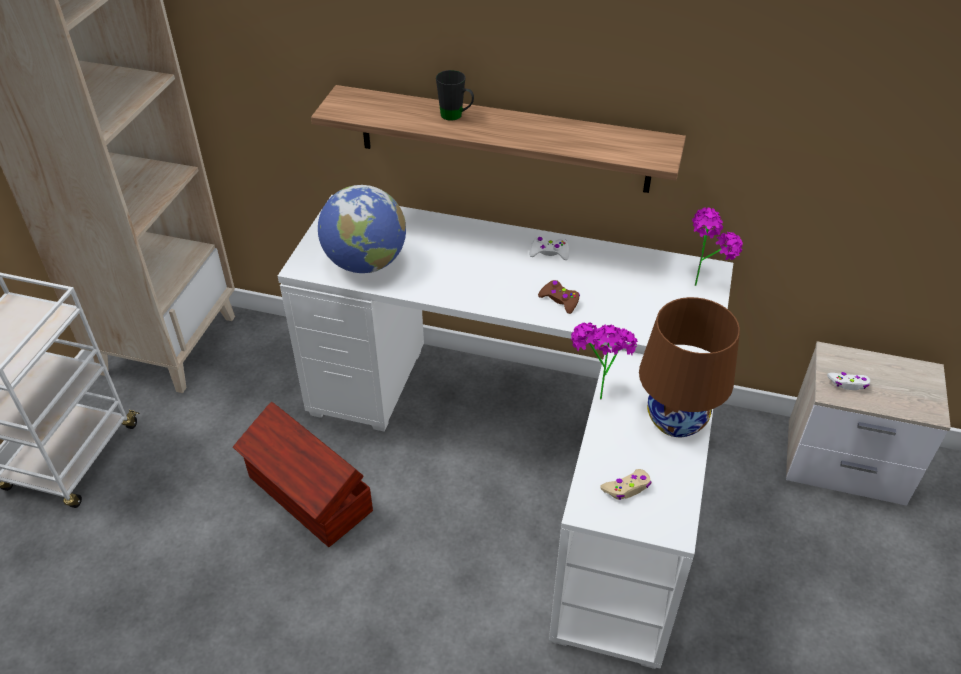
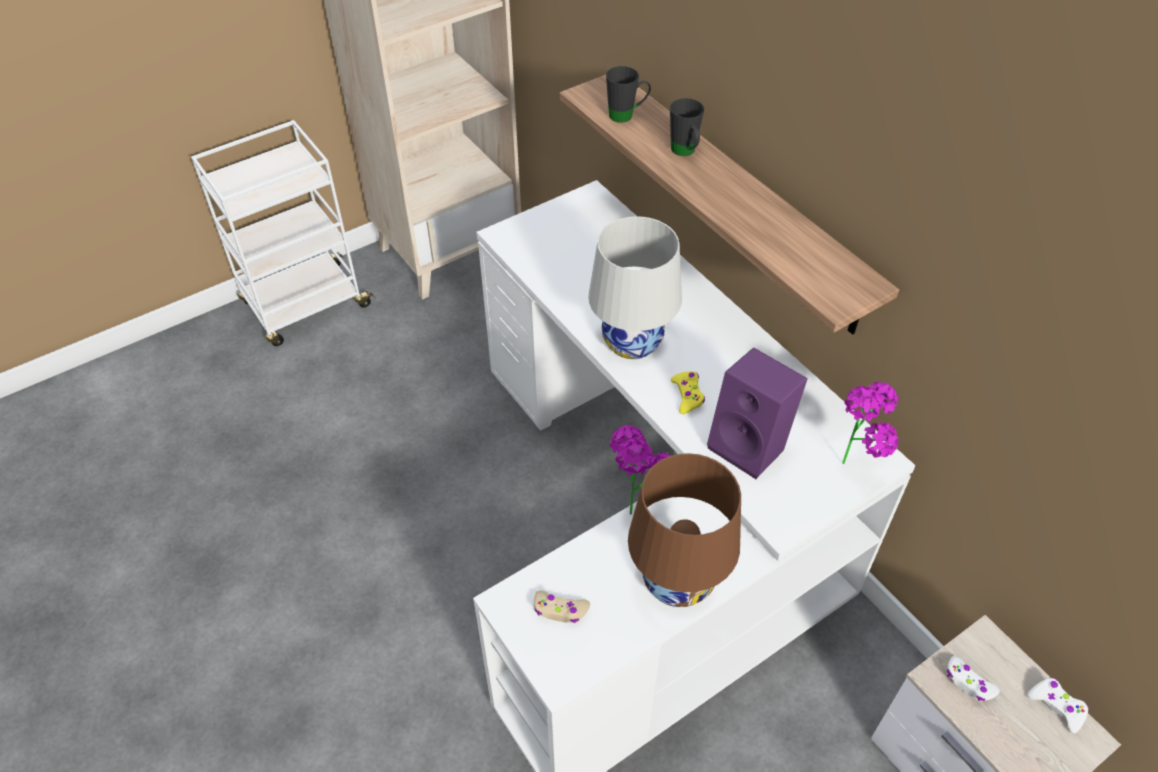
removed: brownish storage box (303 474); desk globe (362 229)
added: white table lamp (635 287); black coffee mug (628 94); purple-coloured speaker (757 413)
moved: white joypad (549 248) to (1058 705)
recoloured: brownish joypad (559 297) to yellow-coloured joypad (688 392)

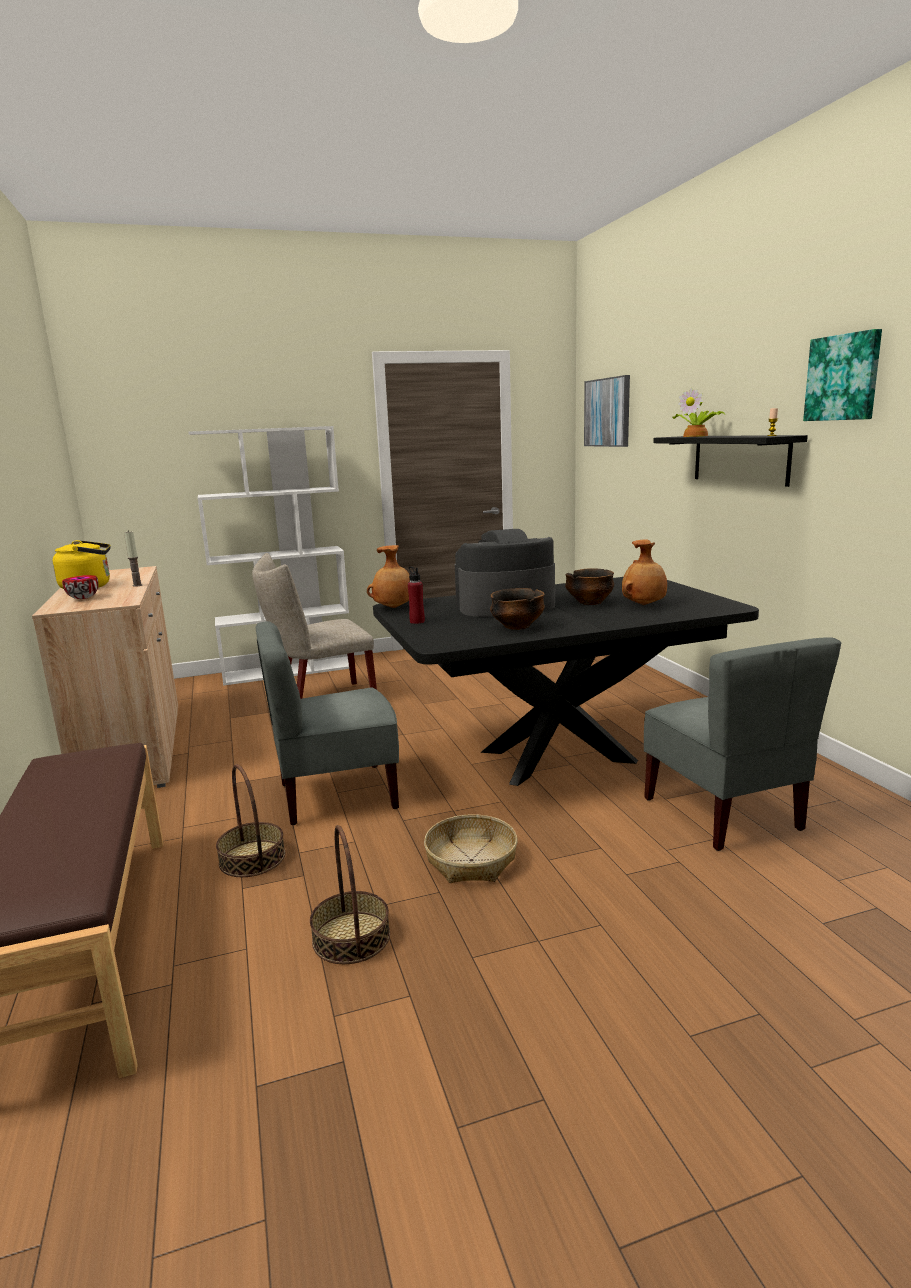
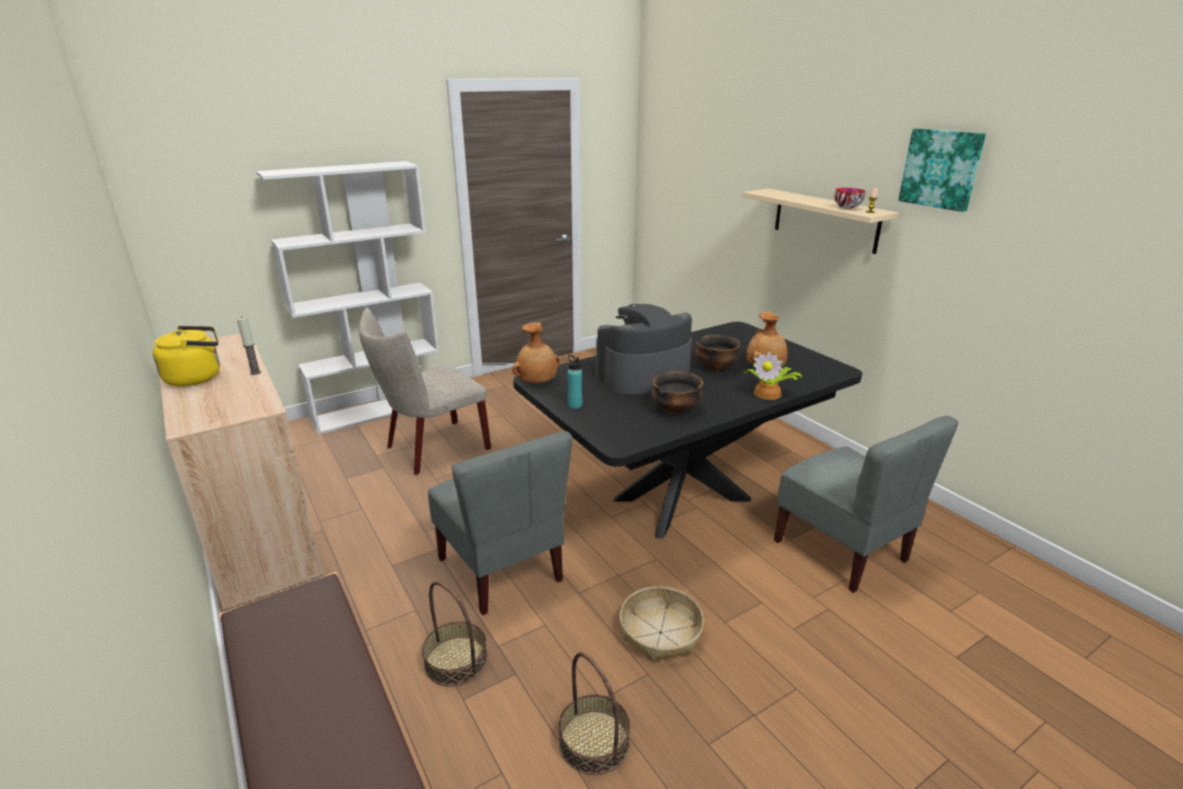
removed: wall art (607 411)
moved: potted plant (699 412) to (772 376); serving bowl (80 587) to (849 198)
recoloured: reddish drink bottle (416 595) to turquoise-coloured drink bottle (574 382); black shelf (730 461) to beige shelf (820 221)
turned: gray plain chair (327 723) = (500 523) 90 degrees counterclockwise

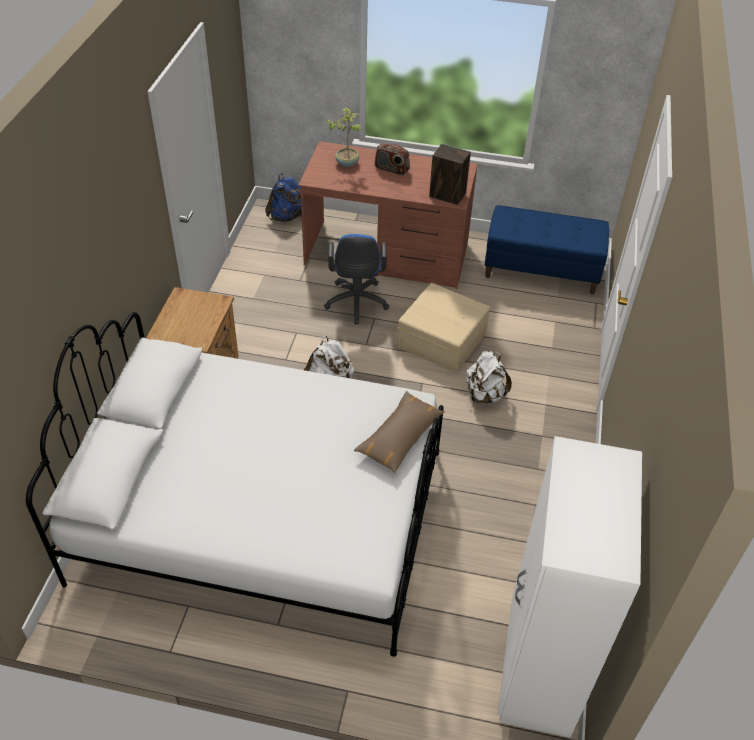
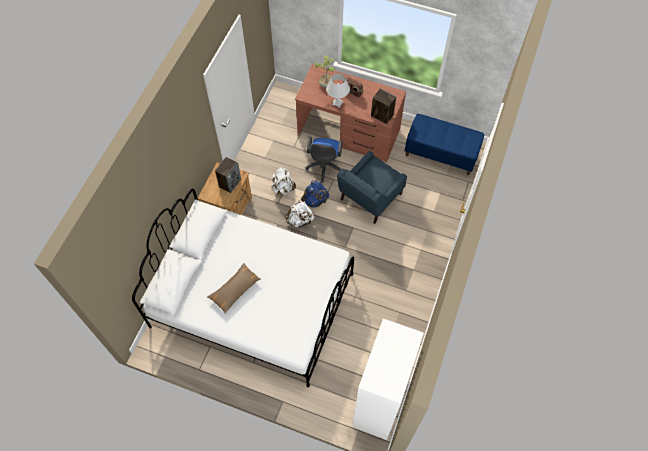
added: speaker (228 175); white table lamp (338 90)
moved: brownish pillow (399 432) to (234 288); white knapsack (489 377) to (283 181); blue knapsack (283 197) to (315 193)
replaced: beige storage box (443 328) to blue easy chair (372 187)

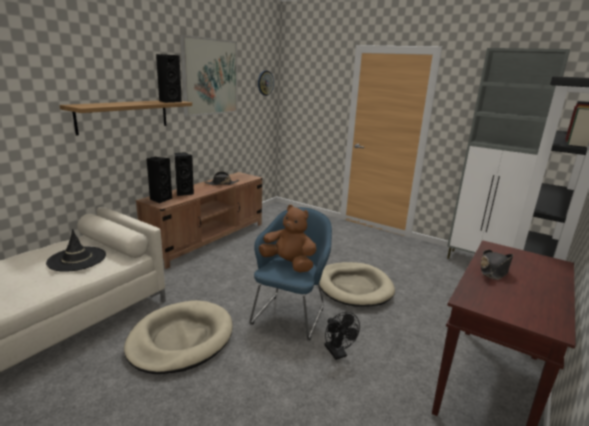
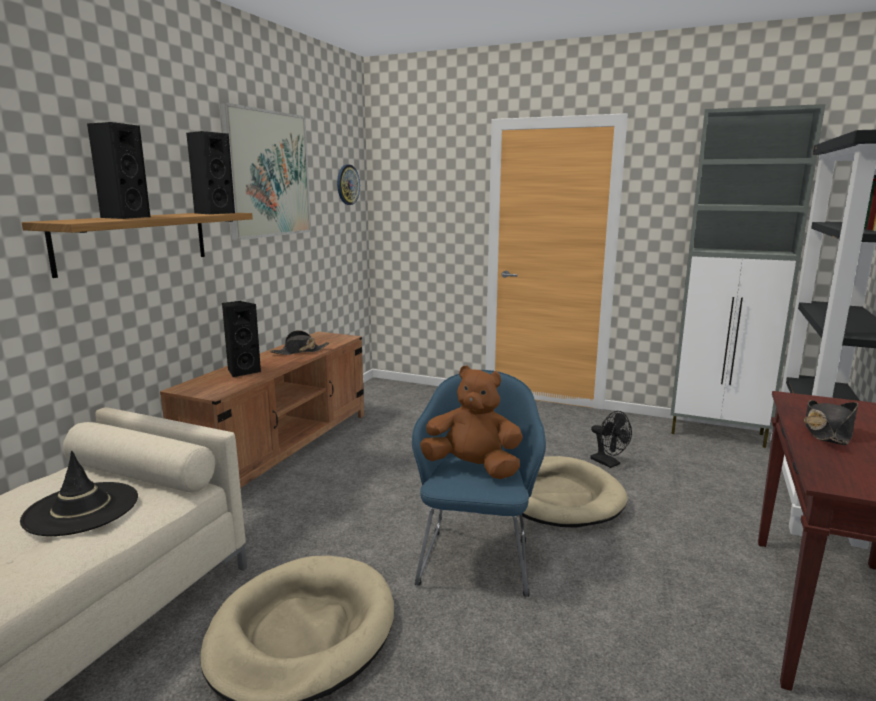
moved: black speaker (159 180) to (118 170); black fan (342 336) to (611 439)

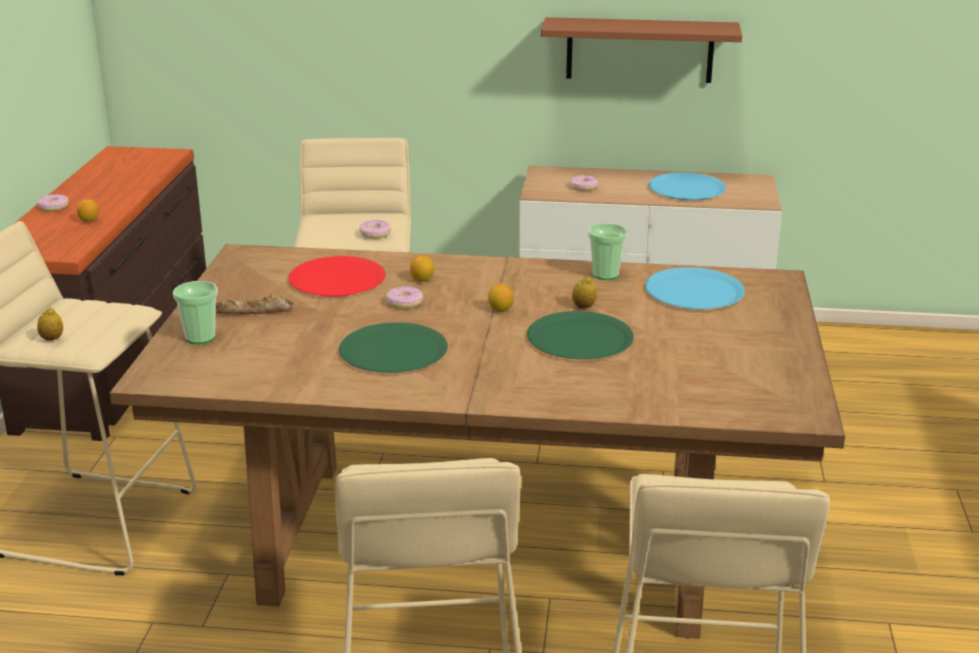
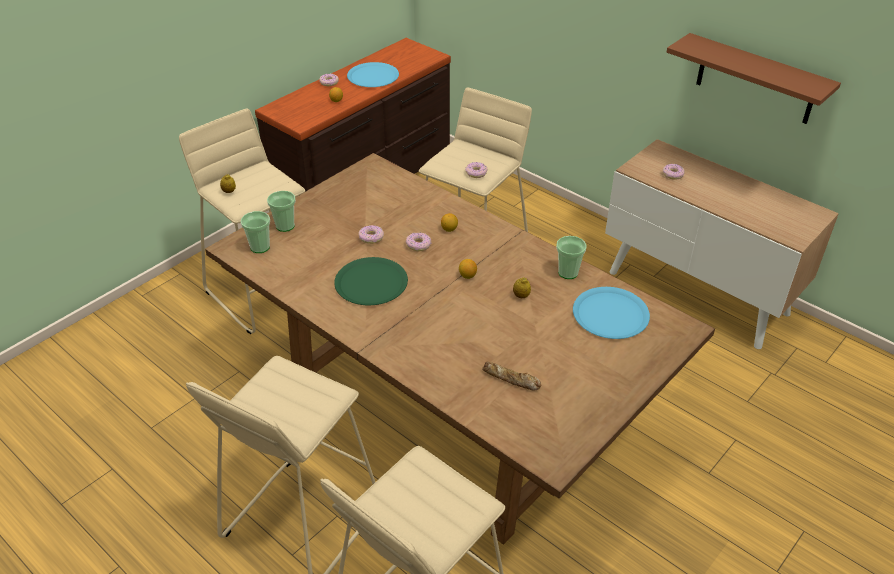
removed: reddish flat dish (337 276); greenish flat dish (580 335)
added: cup (255 232); doughnut (371 234)
moved: blue flat dish (687 186) to (373 74); bread (255 304) to (511 376)

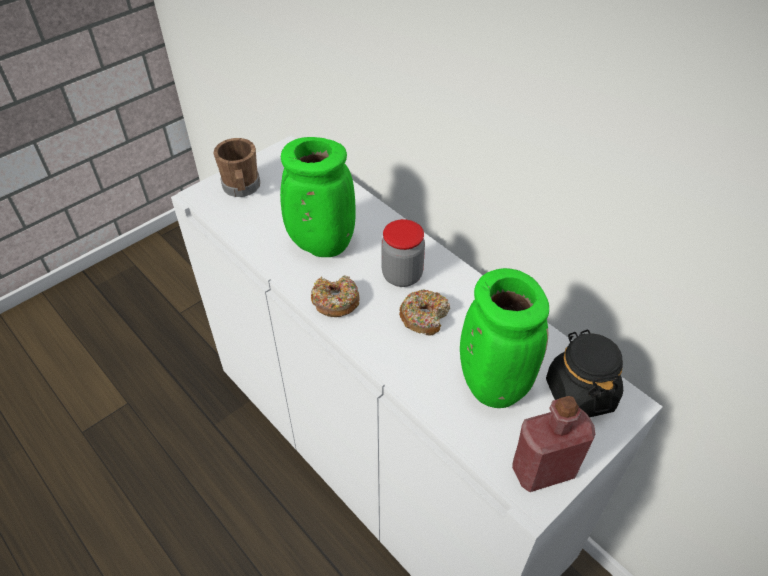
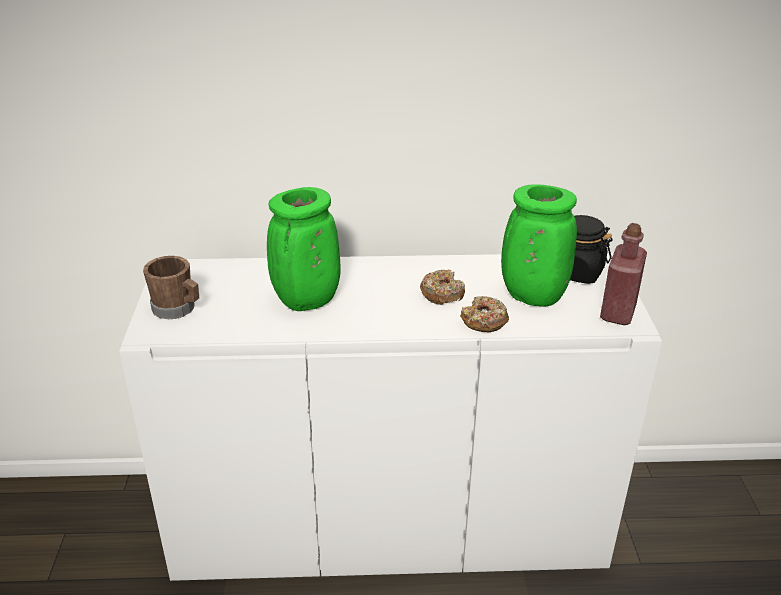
removed: storage jar (403 253)
moved: doughnut (335 296) to (484 314)

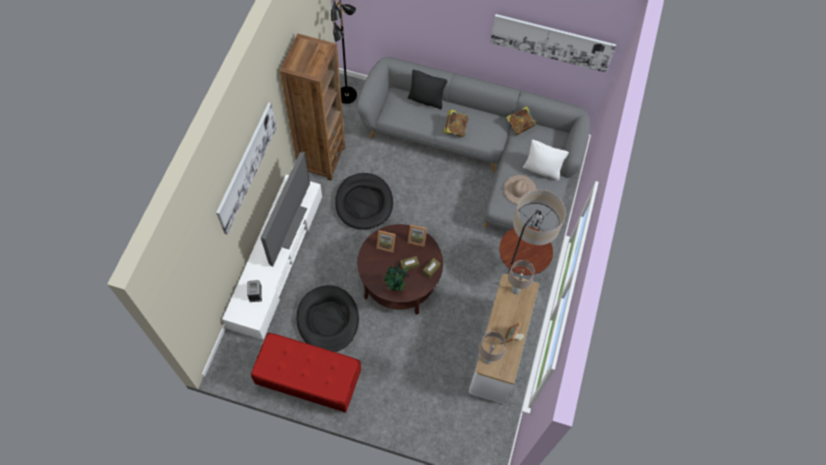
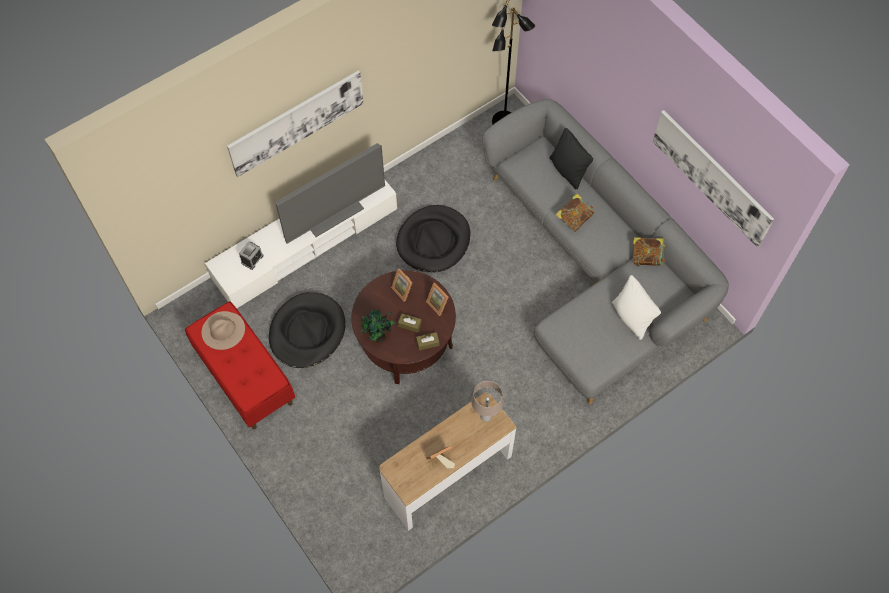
removed: brownish shelving unit (312 107); beige table lamp (492 348); standing lamp (532 232)
moved: beige clothing hat (520 189) to (223 330)

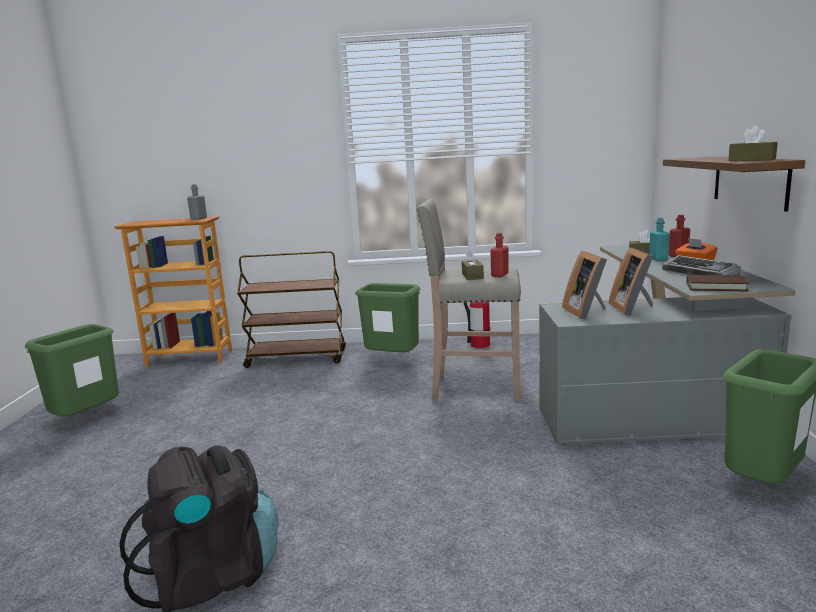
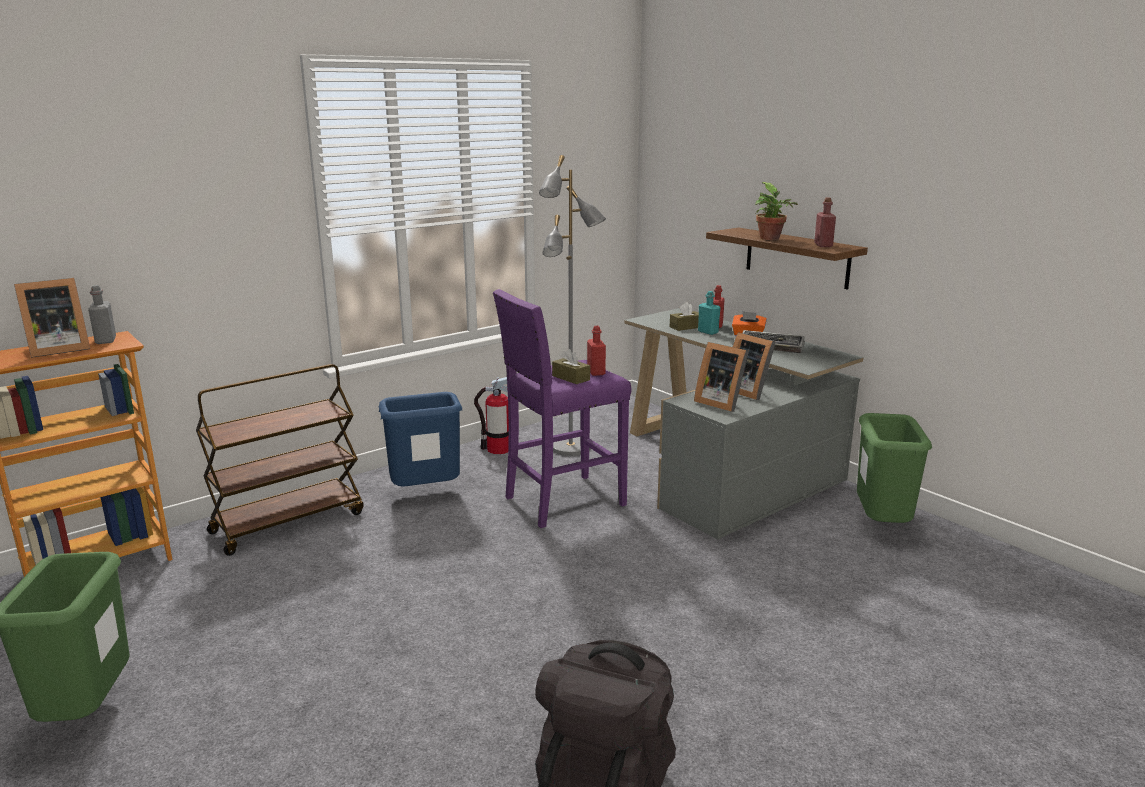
removed: brownish bound book (717 283)
added: picture frame (52 318); gray standing lamp (572 305); potted plant (776 211)
replaced: brownish tissue holder (753 143) to reddish drink bottle (825 222)
recoloured: greenish rubbish bin (388 317) to blue rubbish bin (421 439); beige stool seat (468 300) to purple-coloured stool seat (562 408)

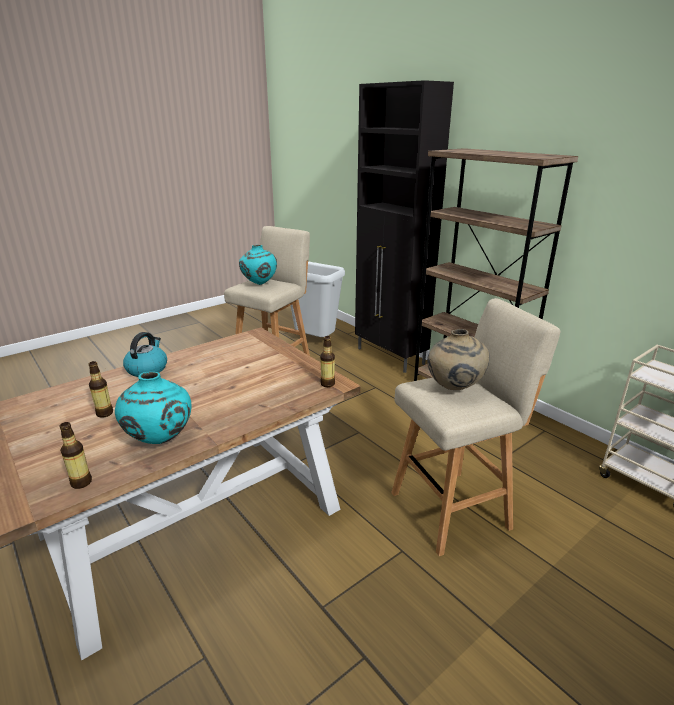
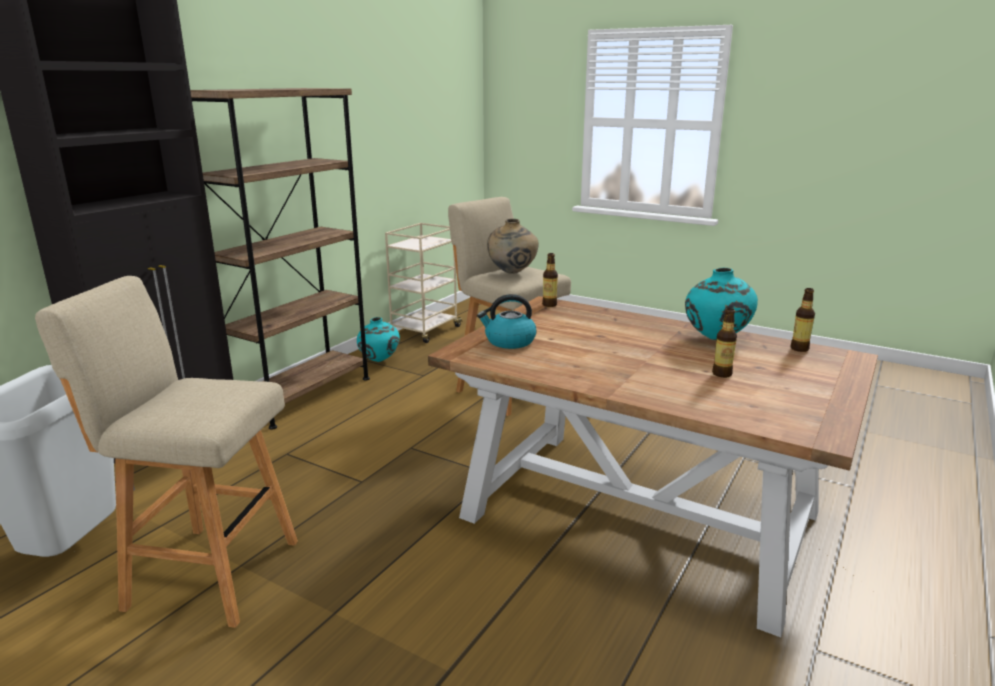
moved: turquoise-coloured vase (258 265) to (378 339); tea kettle (145 354) to (506 321)

